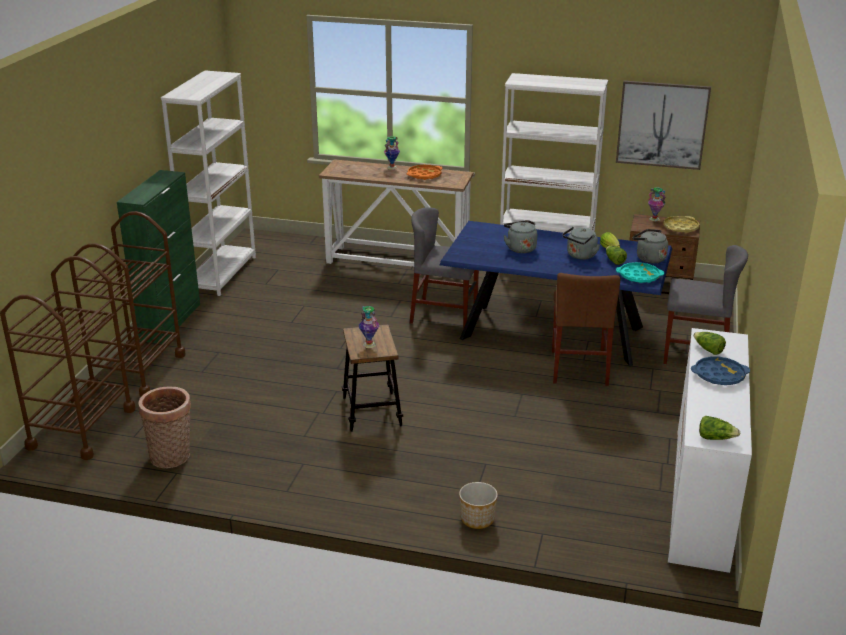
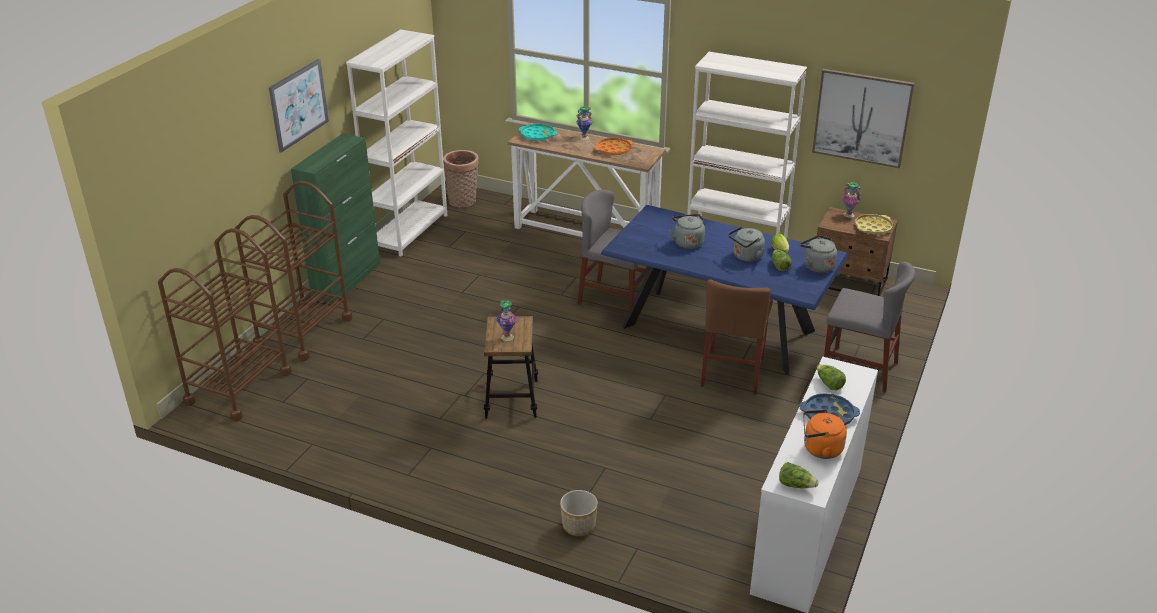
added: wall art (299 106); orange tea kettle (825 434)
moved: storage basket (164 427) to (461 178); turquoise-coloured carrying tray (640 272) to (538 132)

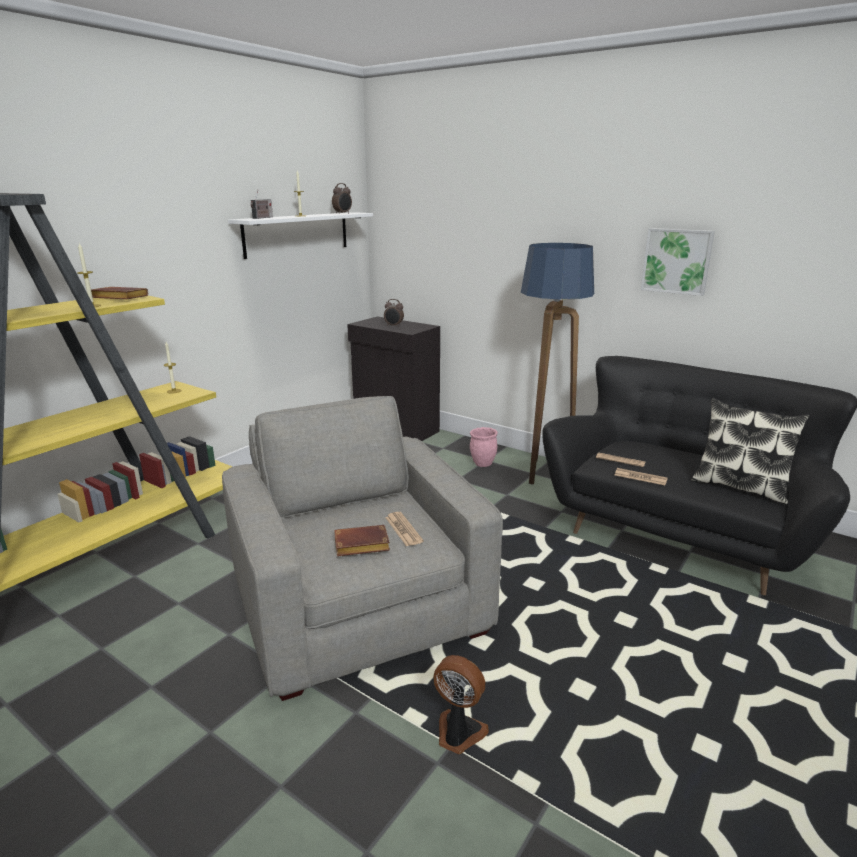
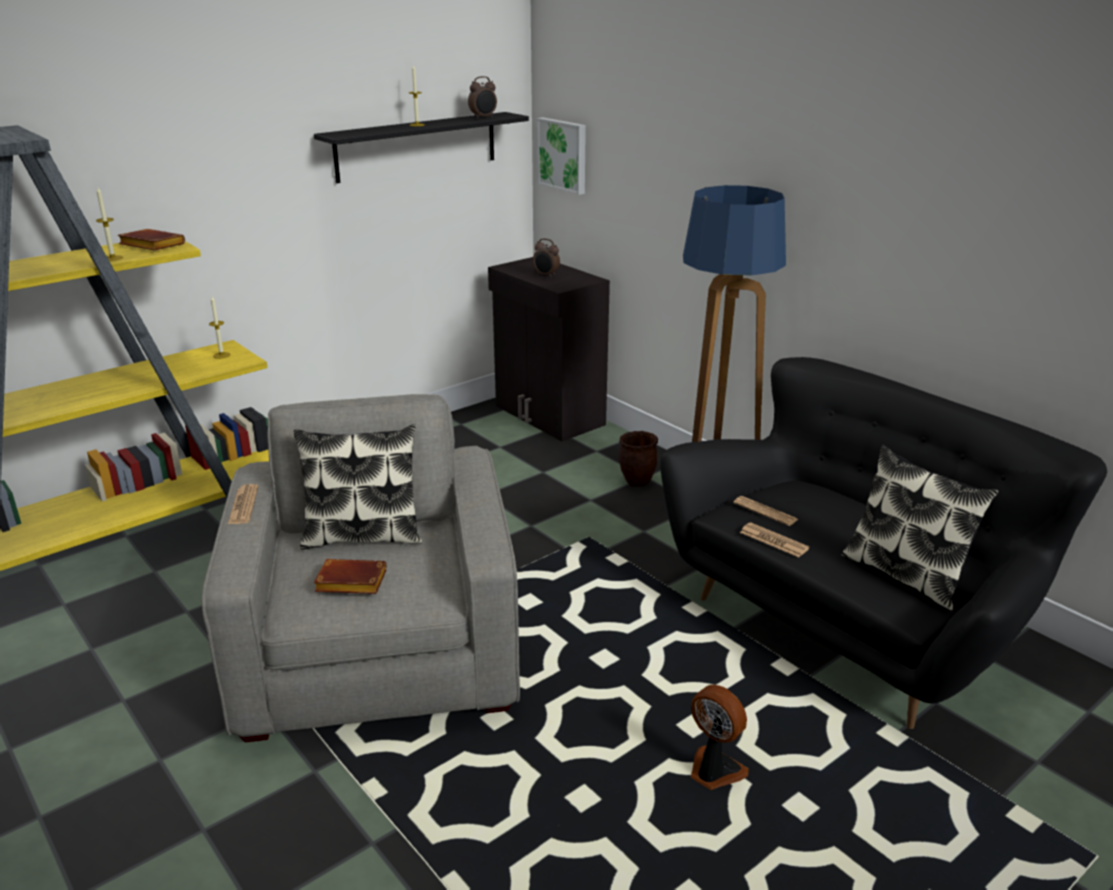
removed: radio (262 205)
added: pillow (358 486)
moved: daily paper (404 529) to (243 504); wall art (678 262) to (561 156); fan (461 704) to (719 737)
recoloured: white shelf (300 235) to black shelf (421 147); pinkish planter (484 447) to brownish planter (638 459)

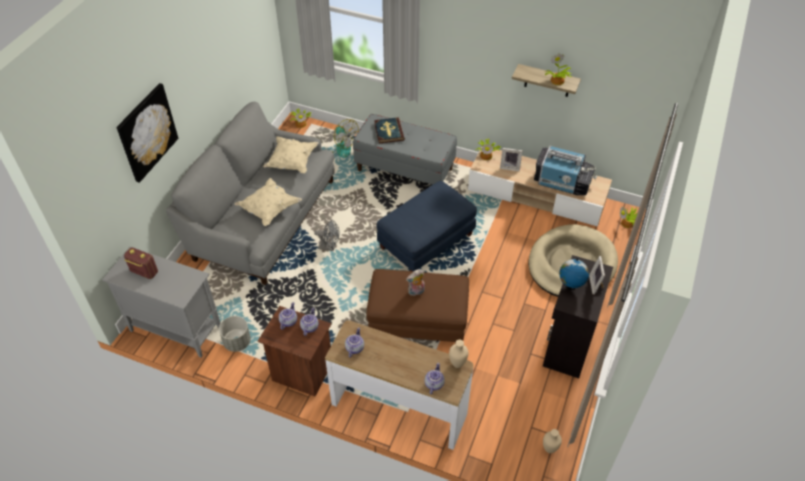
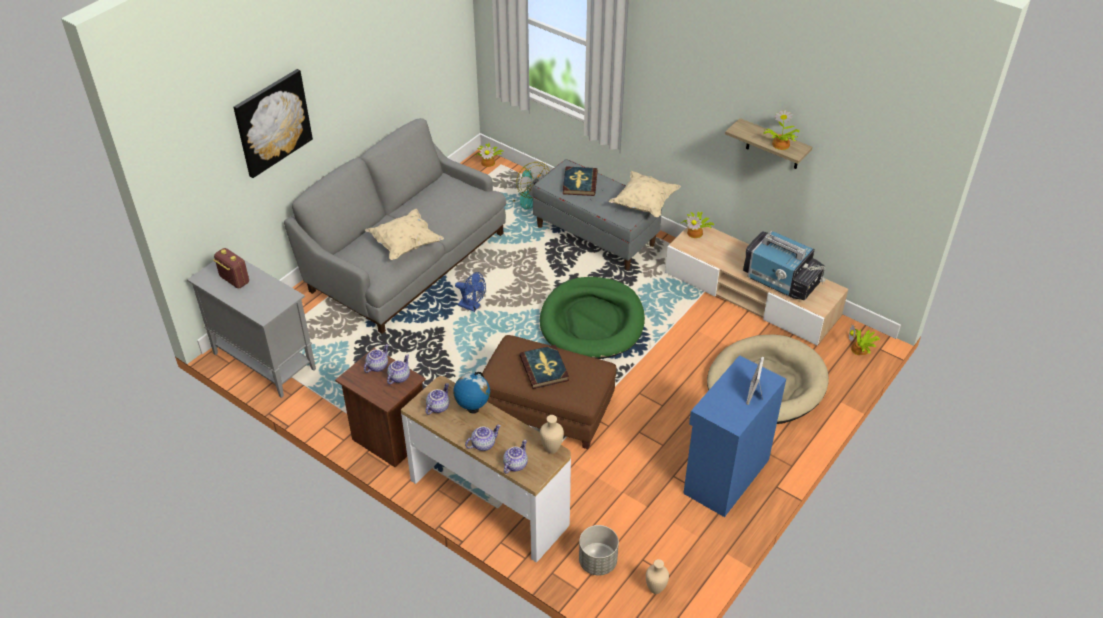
removed: picture frame (511 159)
added: pot for tea (483 438)
moved: desk globe (574 273) to (471 392); gray planter (235 334) to (599 550); beige pillow (291 154) to (645 194)
replaced: plush toy (415 282) to bound book (544 367); blue ottoman (427 226) to greenish dog cushion (592 318)
recoloured: gray fan (326 235) to blue fan (470 292); black cupboard (578 316) to blue cupboard (734 436)

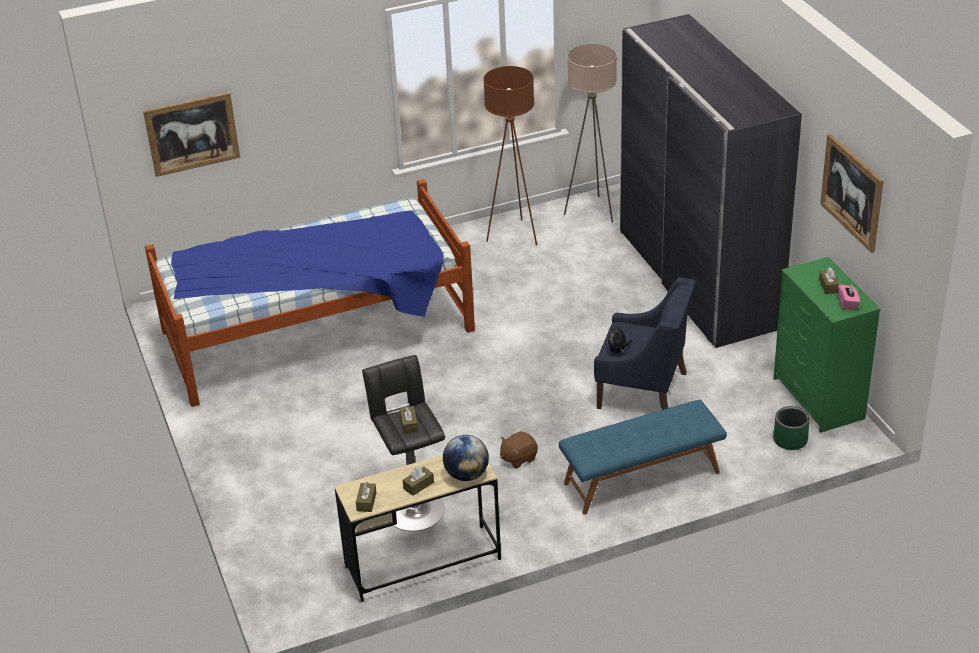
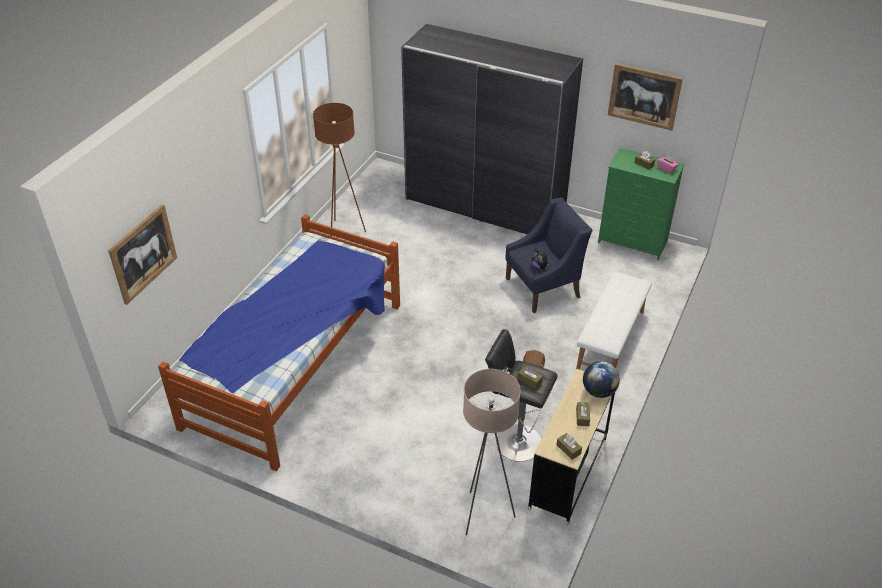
removed: greenish planter (791 428)
moved: beige standing lamp (590 133) to (492 452)
recoloured: blue long seat (643 457) to white long seat (614 321)

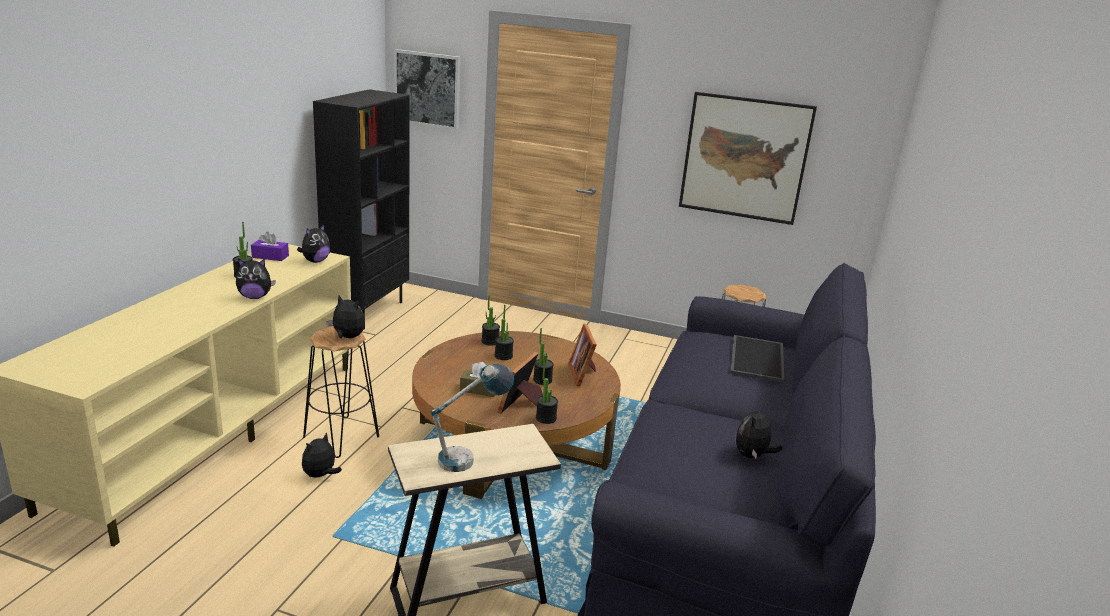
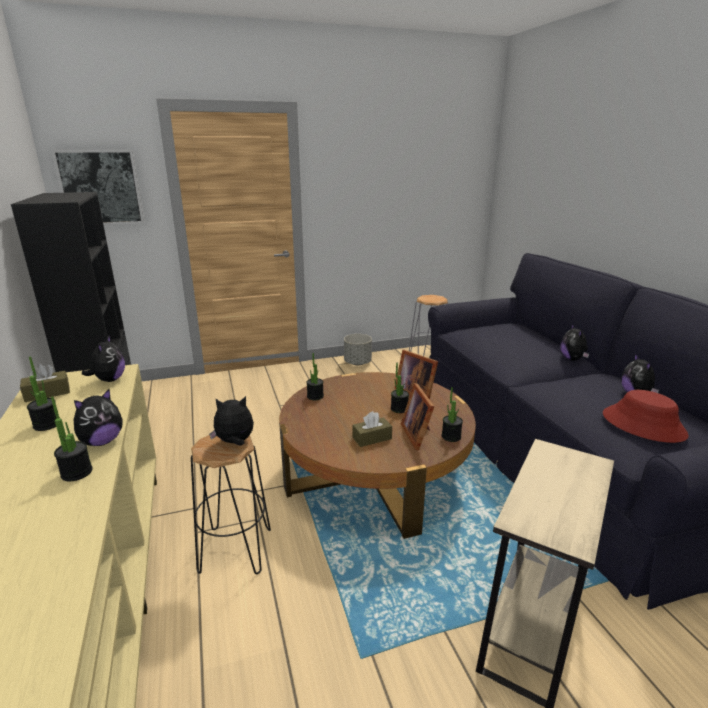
removed: table lamp (472 418); wall art (748 158); carrying tray (757 359)
added: gray planter (358 349); reddish clothing hat (646 416)
moved: potted plant (504 332) to (72 438); plush toy (322 455) to (575 342)
recoloured: purple-coloured tissue holder (270 246) to brownish tissue holder (45 383)

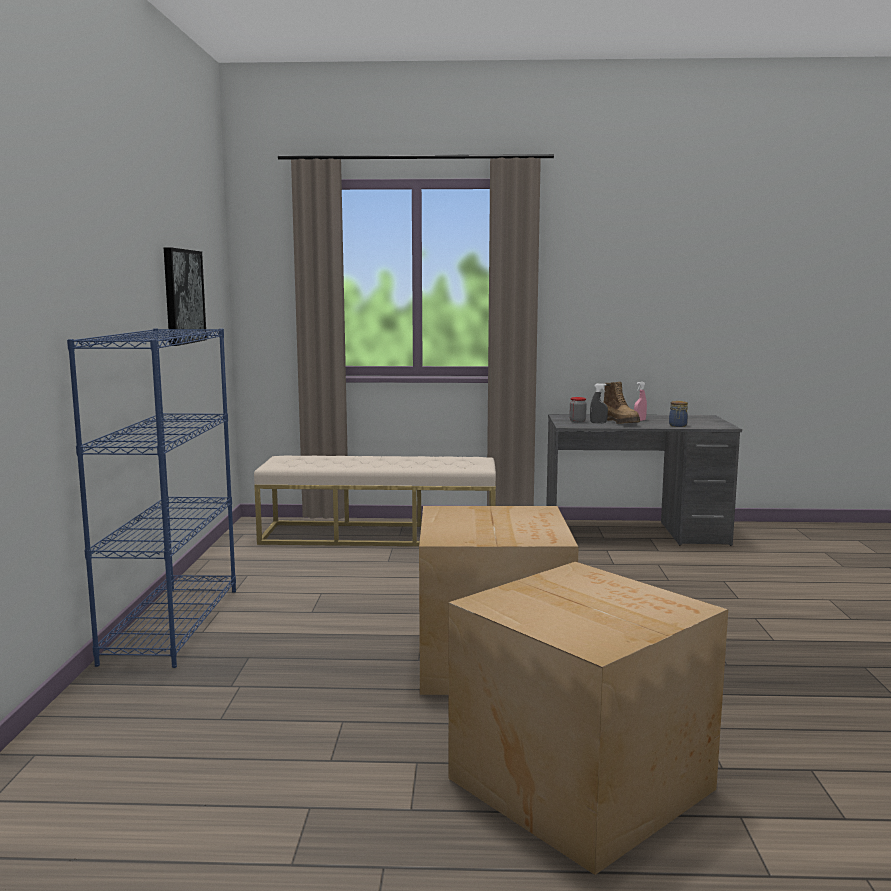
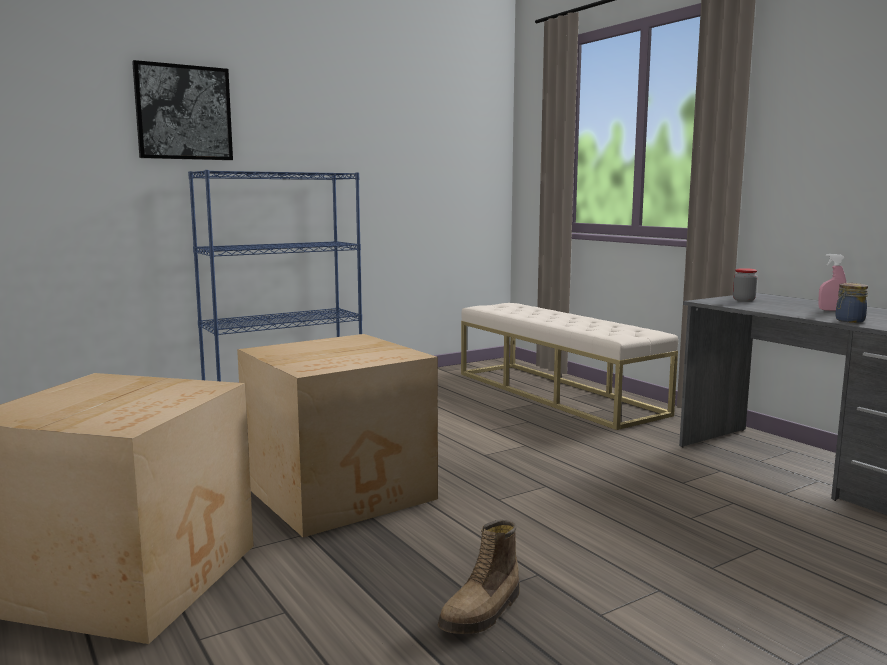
removed: gray spray bottle (599 403)
moved: wall art (185 296) to (182 110); boot (622 403) to (479 576)

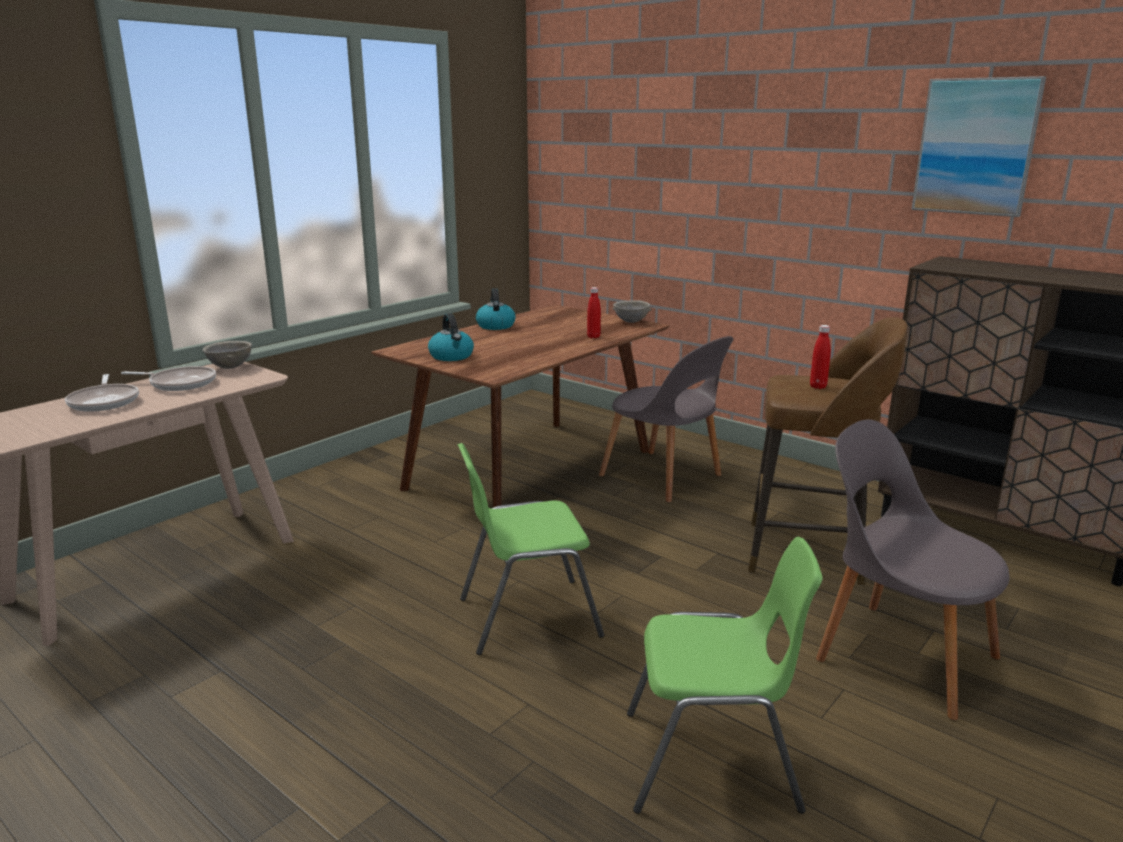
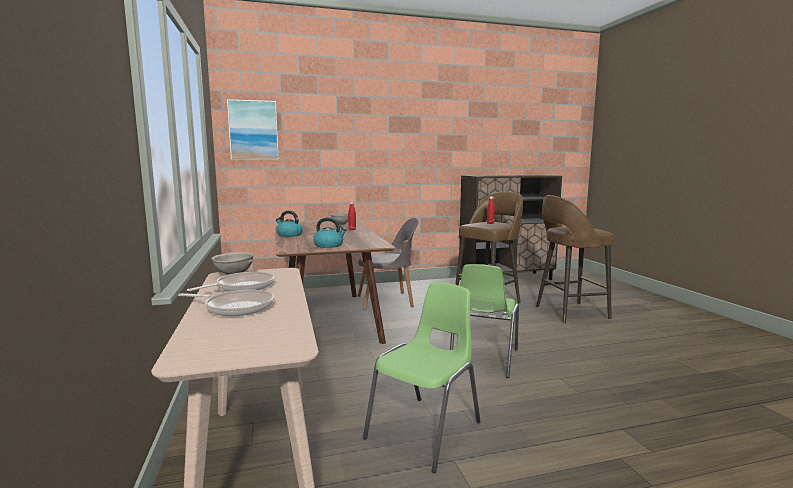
moved: wall art (978 146) to (253 129); greenish plain chair (725 675) to (422 377)
replaced: gray plain chair (912 569) to brownish stool seat (575 259)

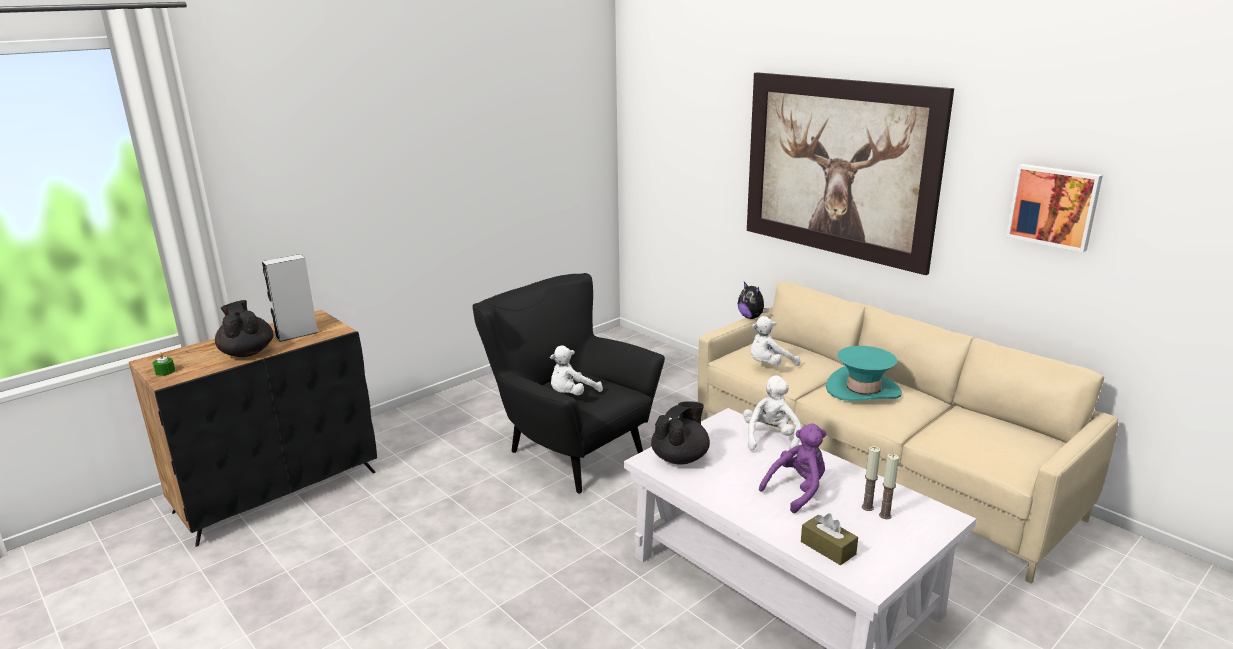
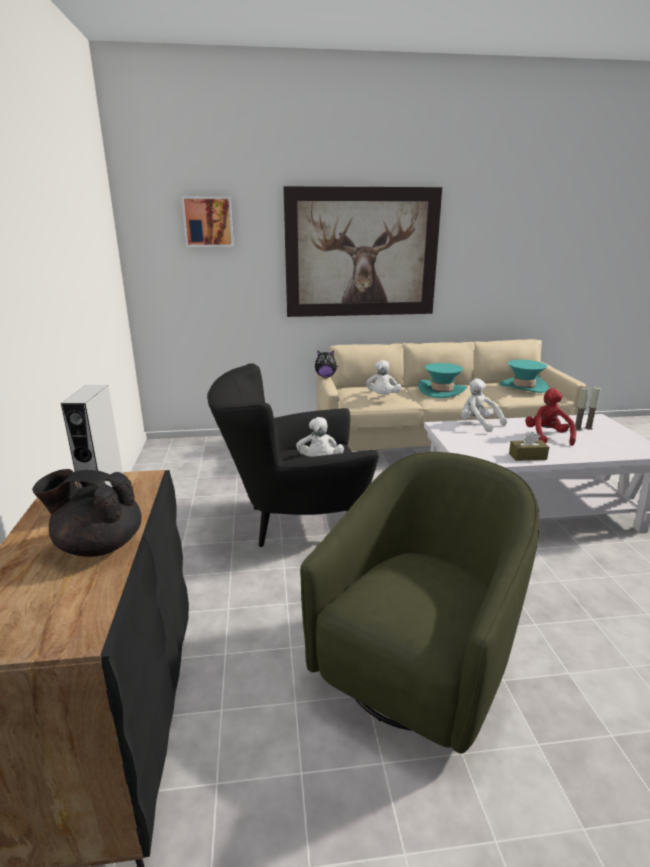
removed: greenish wax light (164 364); black pot for tea (680 433)
added: greenish easy chair (419 603); turquoise-coloured clothing hat (524 376)
moved: wall art (1054 208) to (207 221); brownish tissue holder (829 539) to (529 446)
recoloured: purple-coloured plush toy (792 468) to reddish plush toy (550 417)

